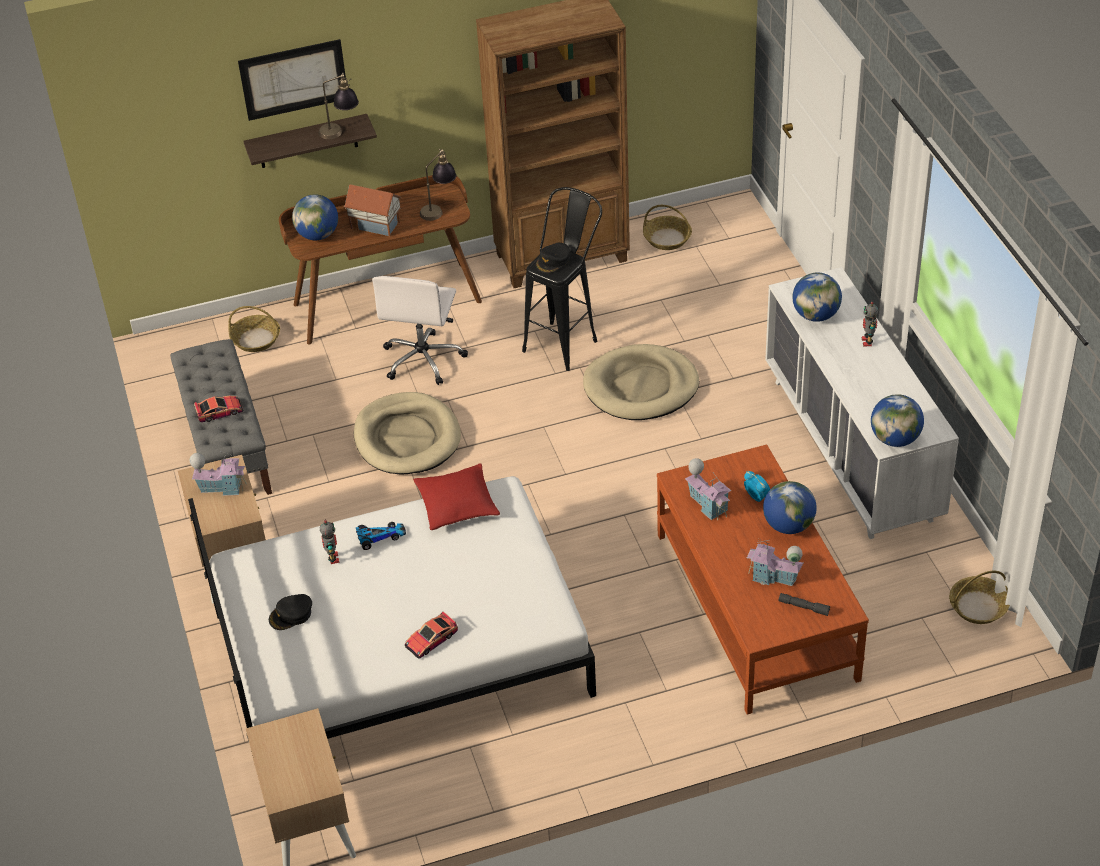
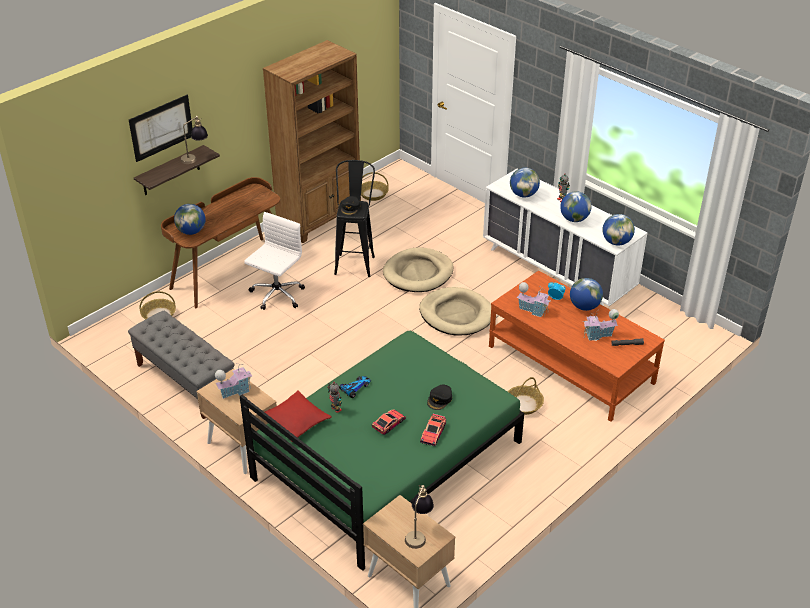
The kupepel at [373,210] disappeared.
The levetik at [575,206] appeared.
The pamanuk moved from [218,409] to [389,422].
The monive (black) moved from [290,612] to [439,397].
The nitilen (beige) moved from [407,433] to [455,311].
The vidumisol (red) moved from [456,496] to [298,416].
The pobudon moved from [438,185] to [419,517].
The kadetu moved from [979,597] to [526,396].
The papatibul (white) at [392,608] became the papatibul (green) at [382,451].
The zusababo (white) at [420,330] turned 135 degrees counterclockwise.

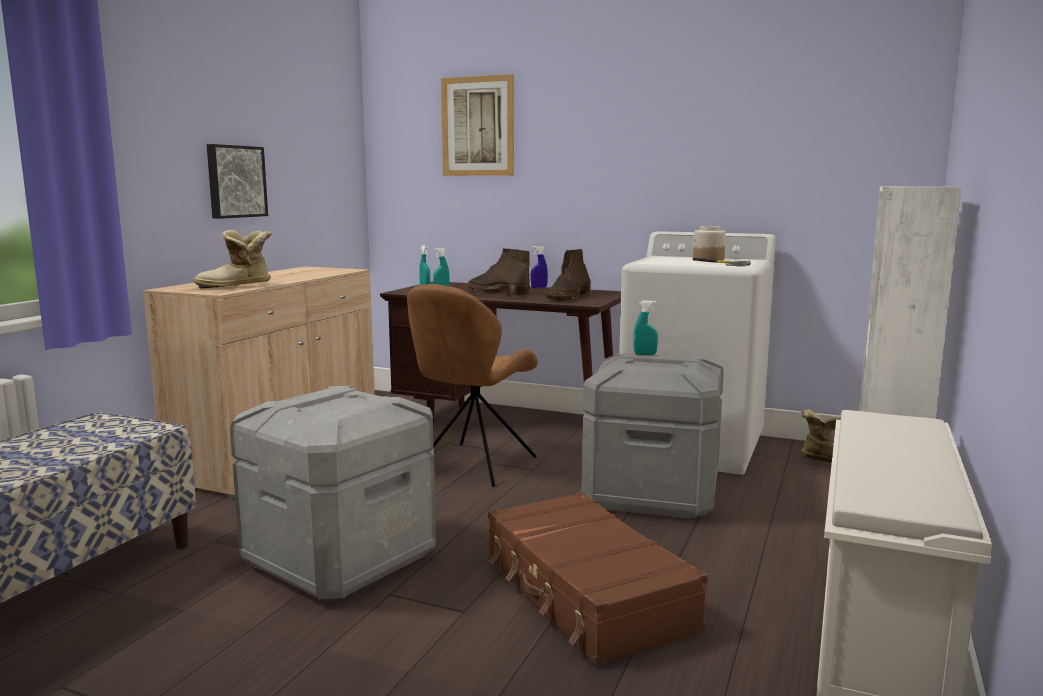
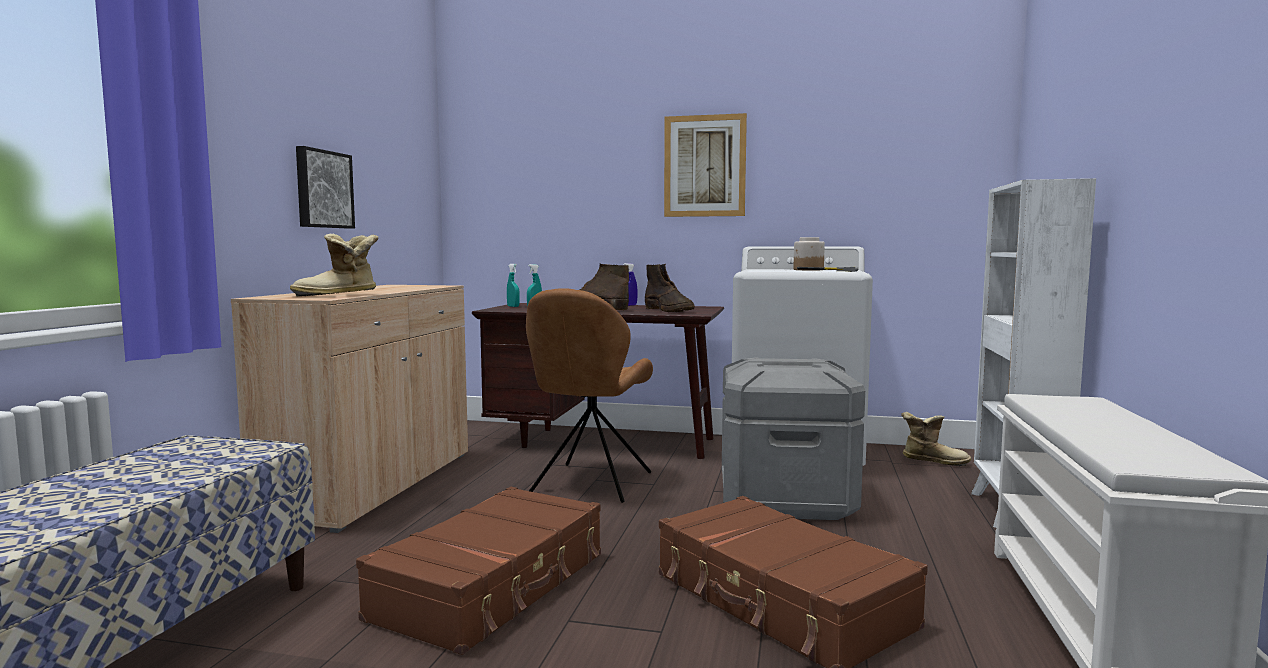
The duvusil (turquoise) at [645,328] disappeared.
The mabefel moved from [477,125] to [705,165].
The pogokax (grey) at [333,493] was replaced by the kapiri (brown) at [478,571].
The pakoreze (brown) at [568,274] turned 45 degrees counterclockwise.

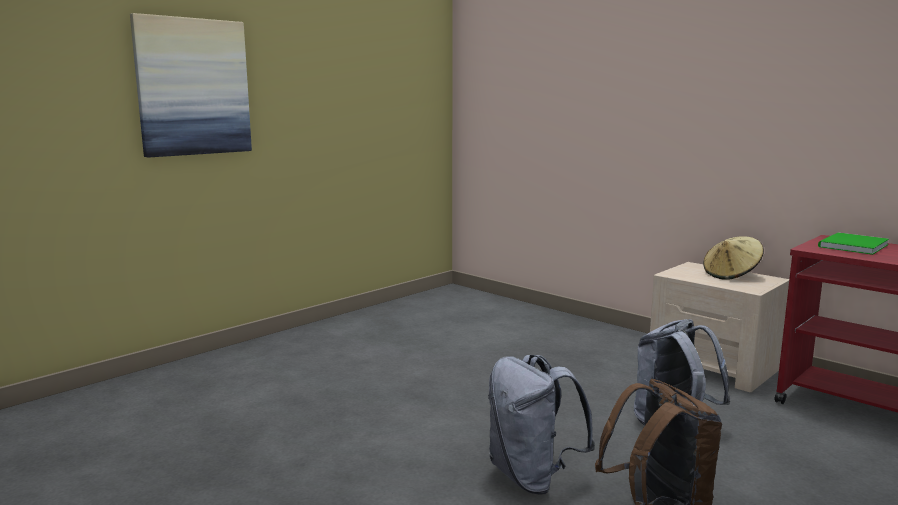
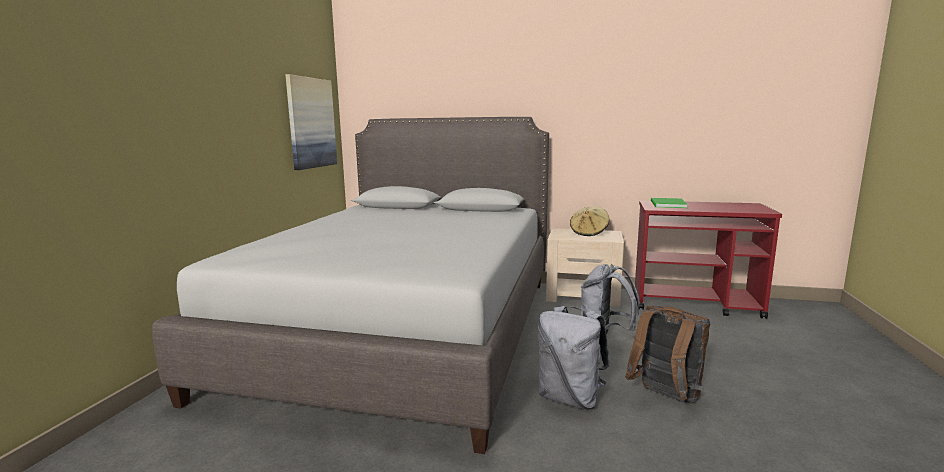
The papatibul (grey) at [350,285] appeared.
The mabefel moved from [191,85] to [311,122].

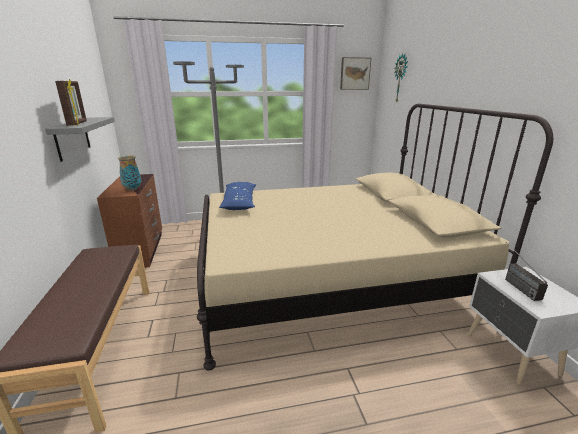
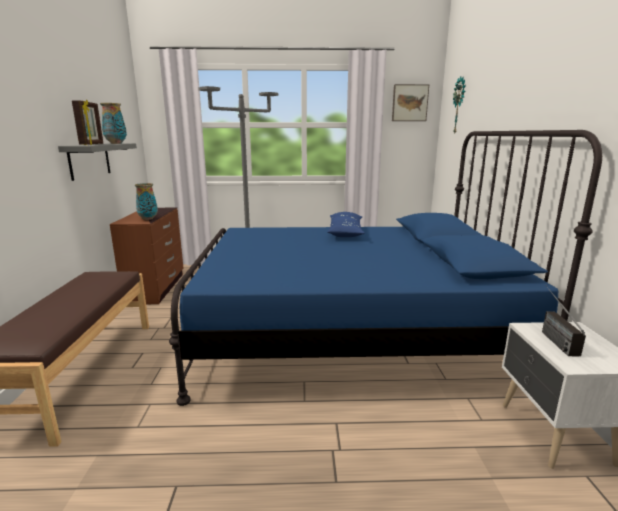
The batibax at [113,123] appeared.
The vidumisol (blue) moved from [237,196] to [346,224].
The papatibul (beige) at [375,237] became the papatibul (blue) at [385,268].

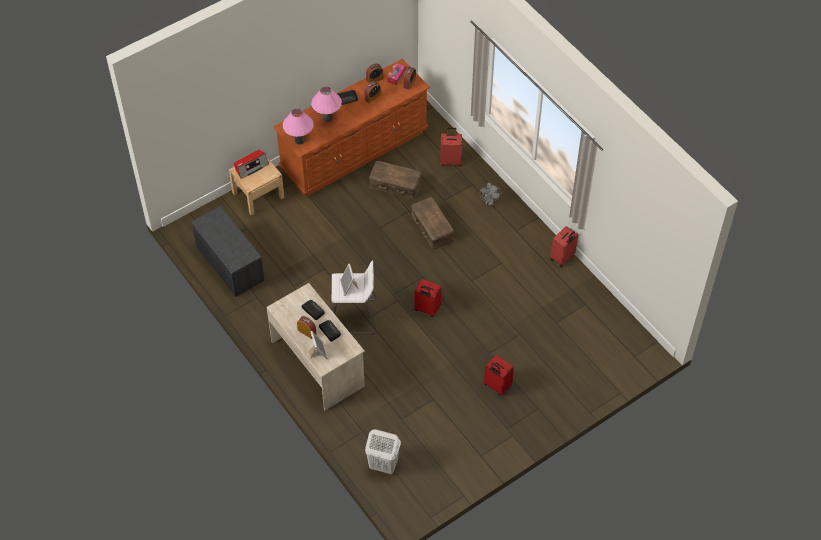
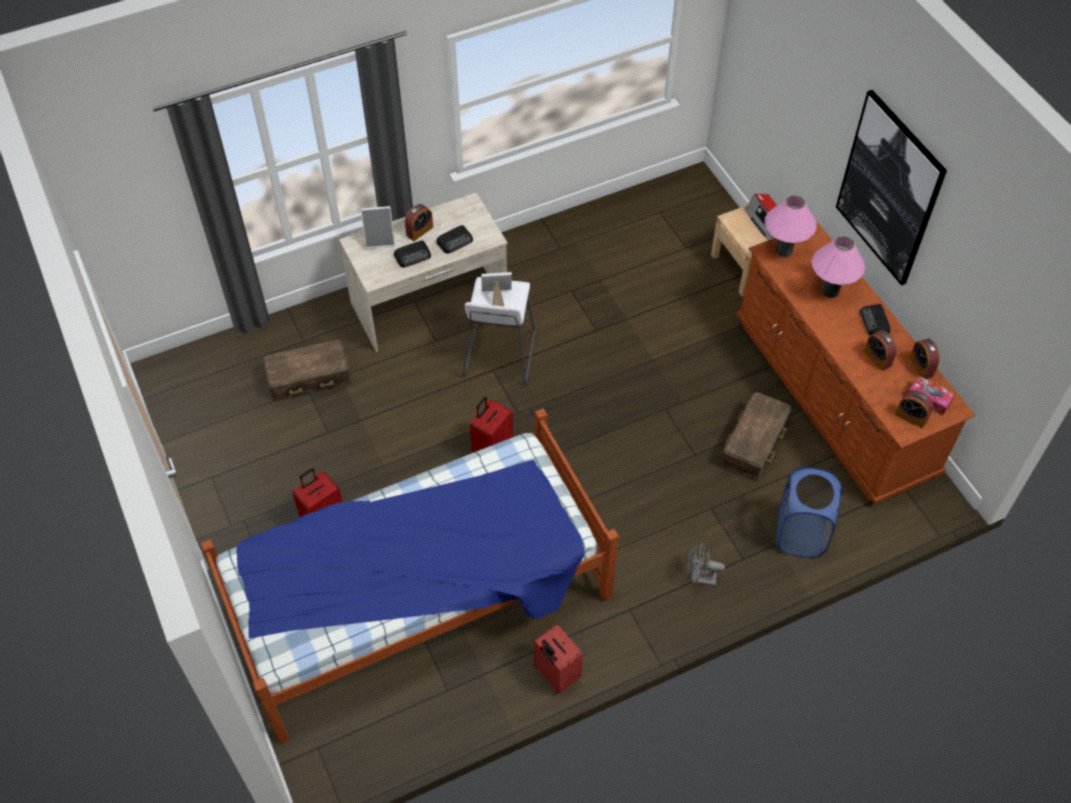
The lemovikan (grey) at [228,251] disappeared.
The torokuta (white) at [383,451] disappeared.
The papatibul at [410,576] appeared.
The mabefel at [891,187] appeared.
The pogokax (brown) moved from [432,223] to [306,371].
The kapiri (red) at [451,147] was replaced by the torokuta (blue) at [809,512].

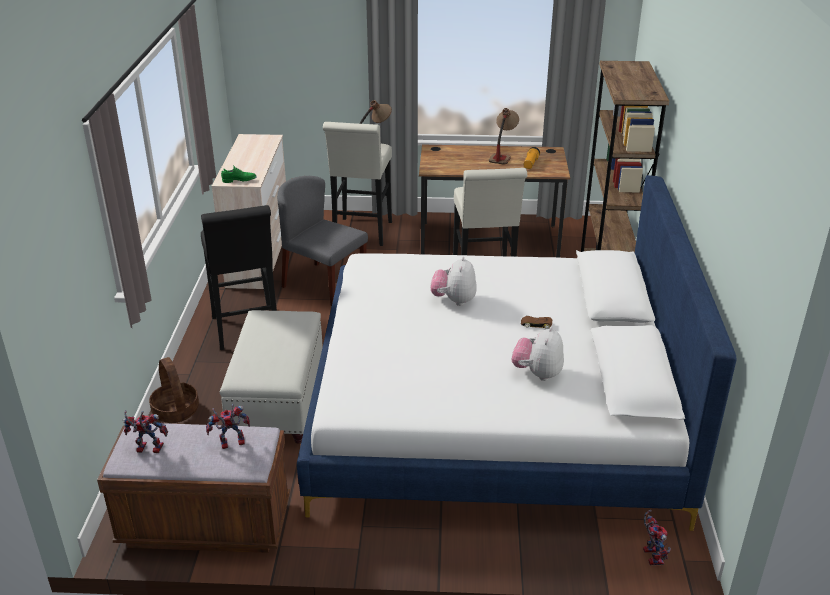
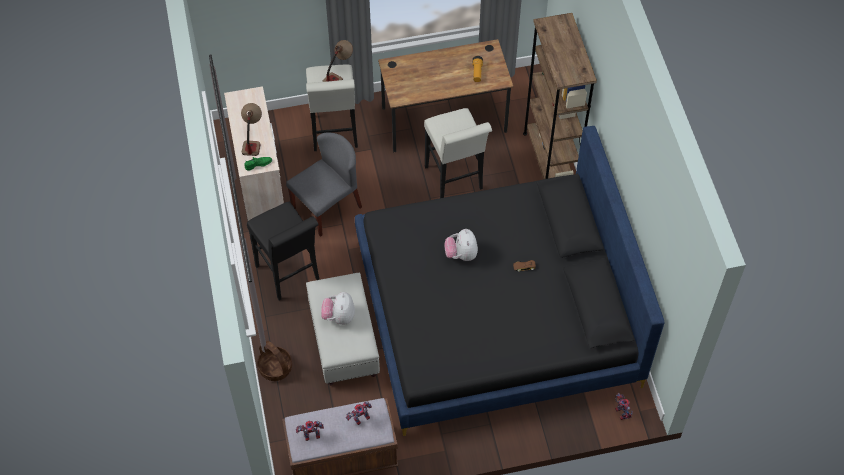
The pobudon moved from [504,136] to [251,129].
The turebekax moved from [538,354] to [338,308].
The papatibul (white) at [517,353] became the papatibul (black) at [510,281].
The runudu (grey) at [322,241] turned 120 degrees clockwise.

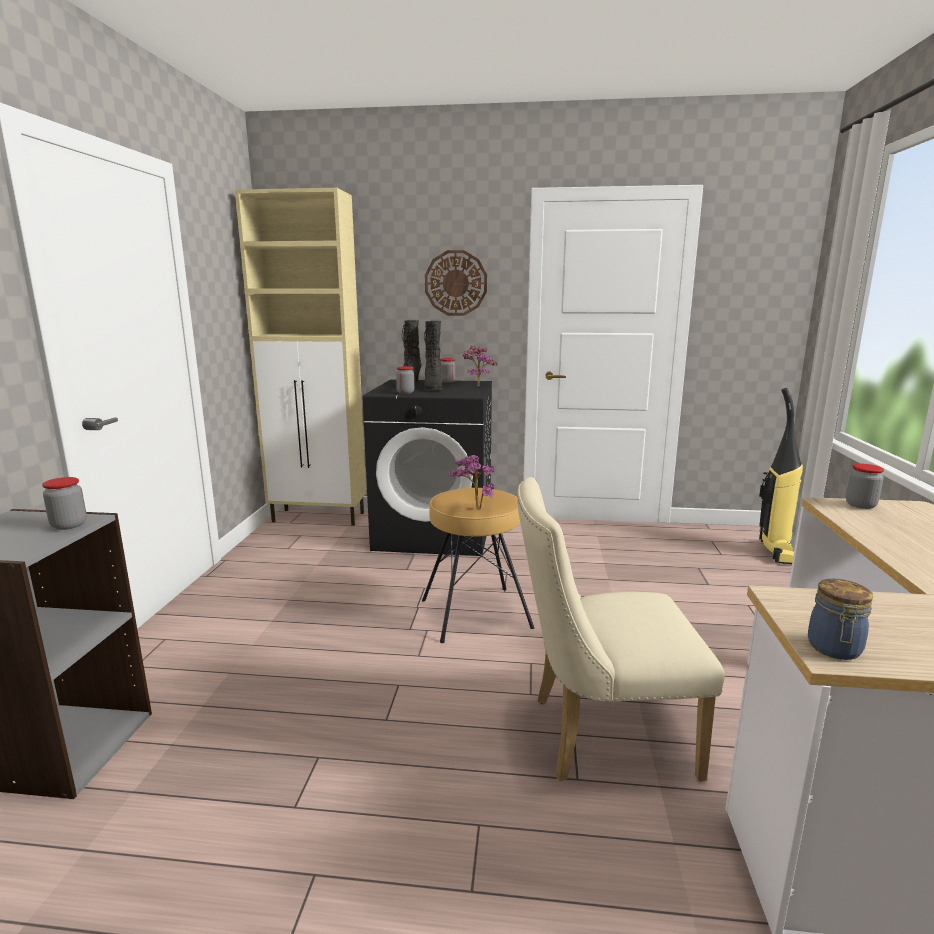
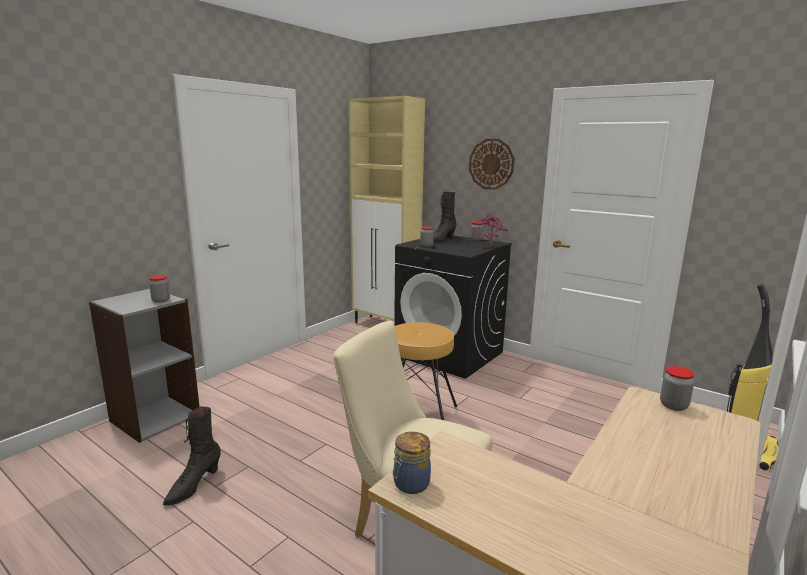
The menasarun at [471,482] disappeared.
The pakoreze (black) moved from [433,356] to [192,456].

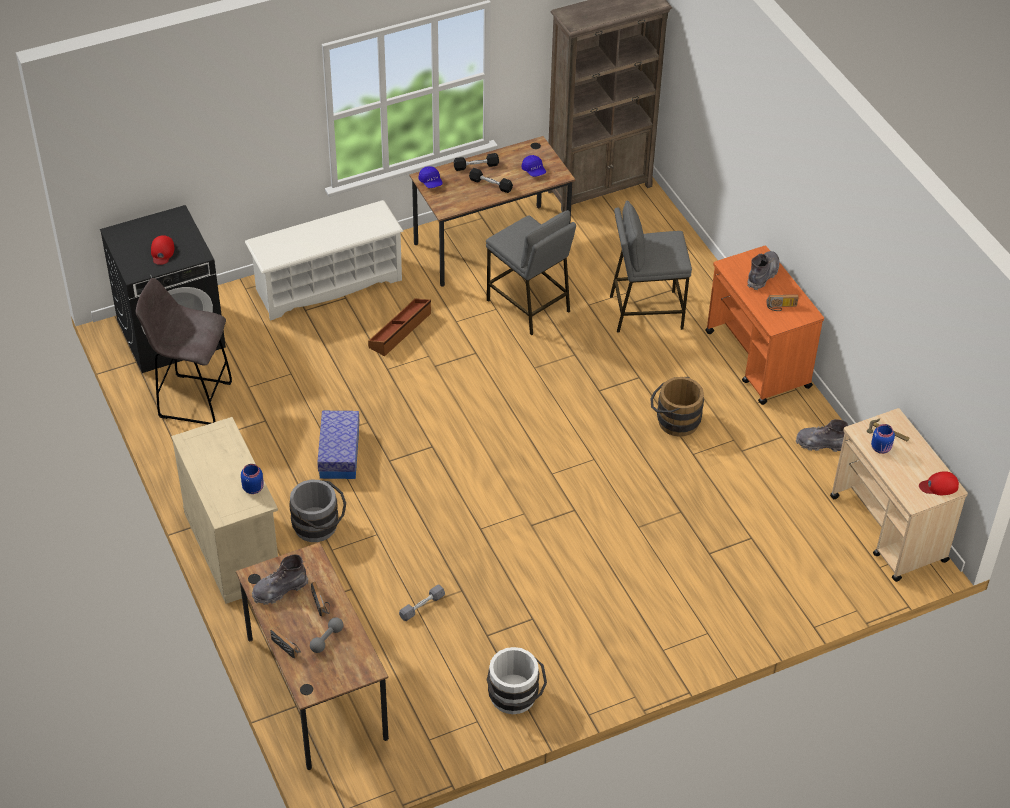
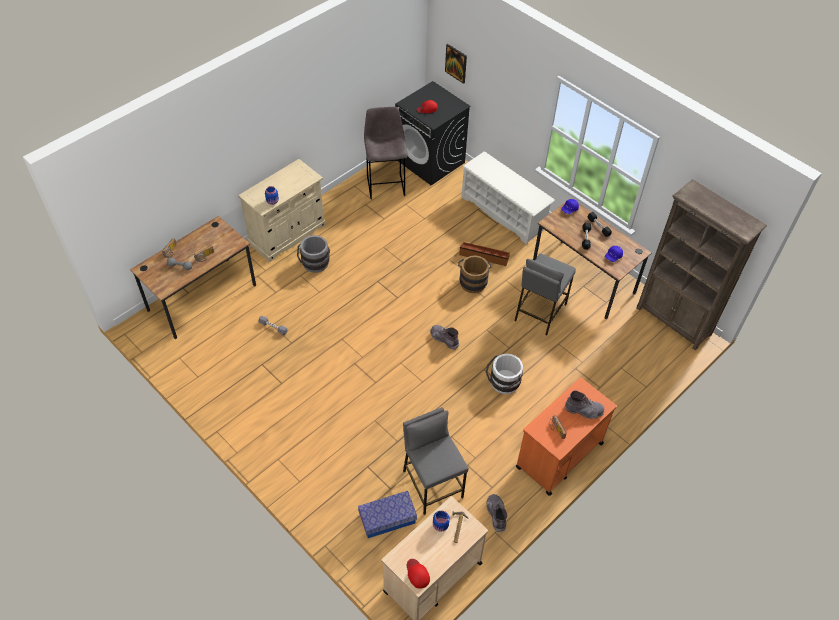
The mabefel at [456,64] appeared.
The pakoreze (grey) moved from [280,579] to [444,337].
The pogokax moved from [338,445] to [387,514].
The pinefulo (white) moved from [516,680] to [504,374].
The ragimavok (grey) moved from [651,267] to [436,461].
The pinefulo (brown) moved from [677,407] to [475,274].

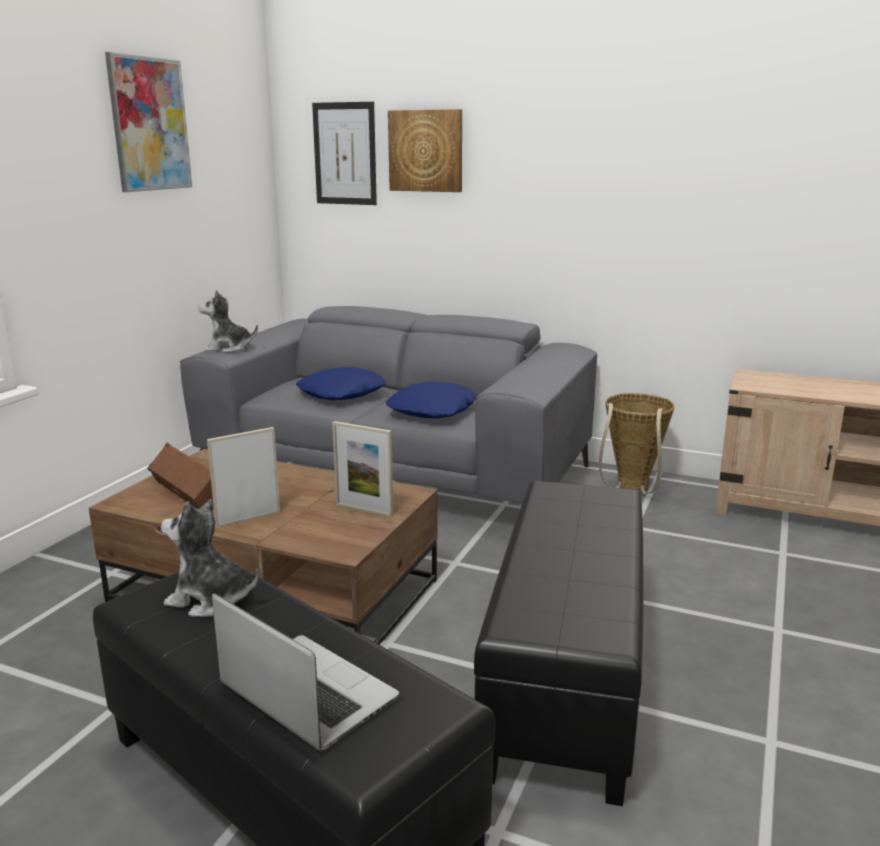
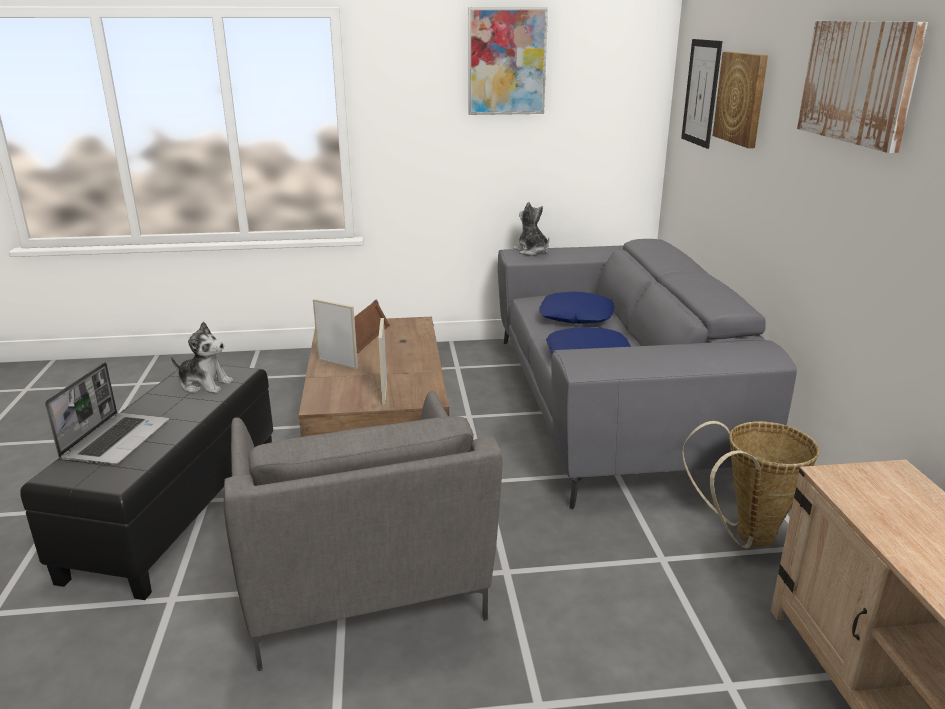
The mabefel at [862,87] appeared.
The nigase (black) at [559,643] was replaced by the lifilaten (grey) at [363,531].
The turebekax at [209,558] turned 120 degrees clockwise.

